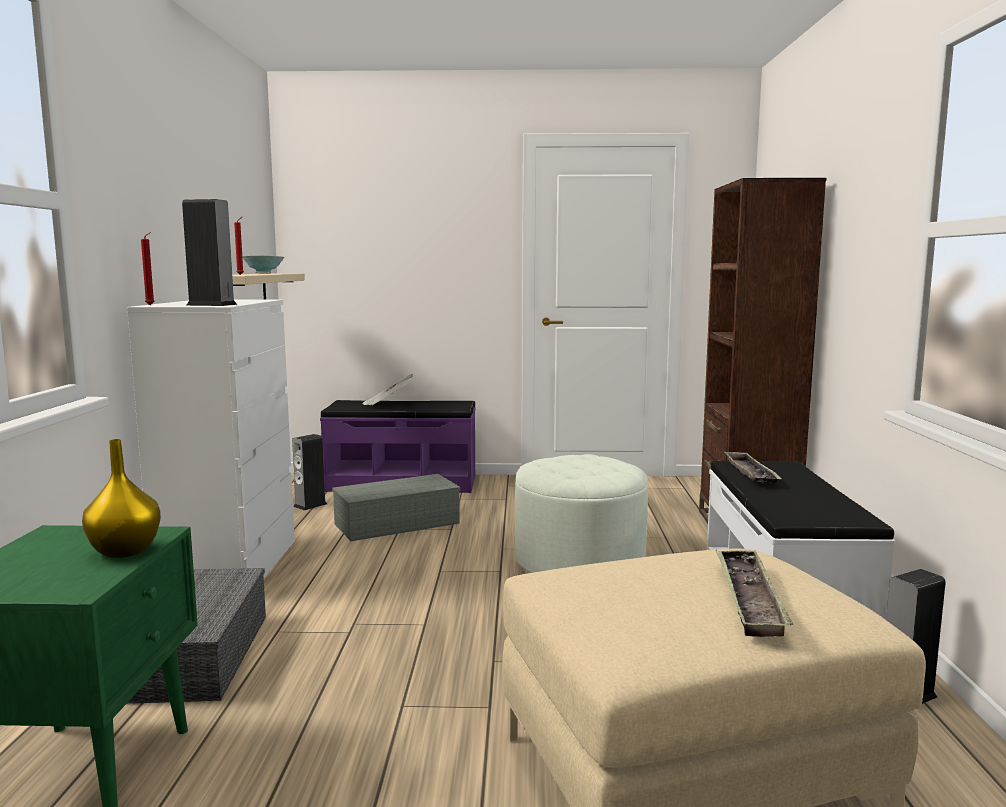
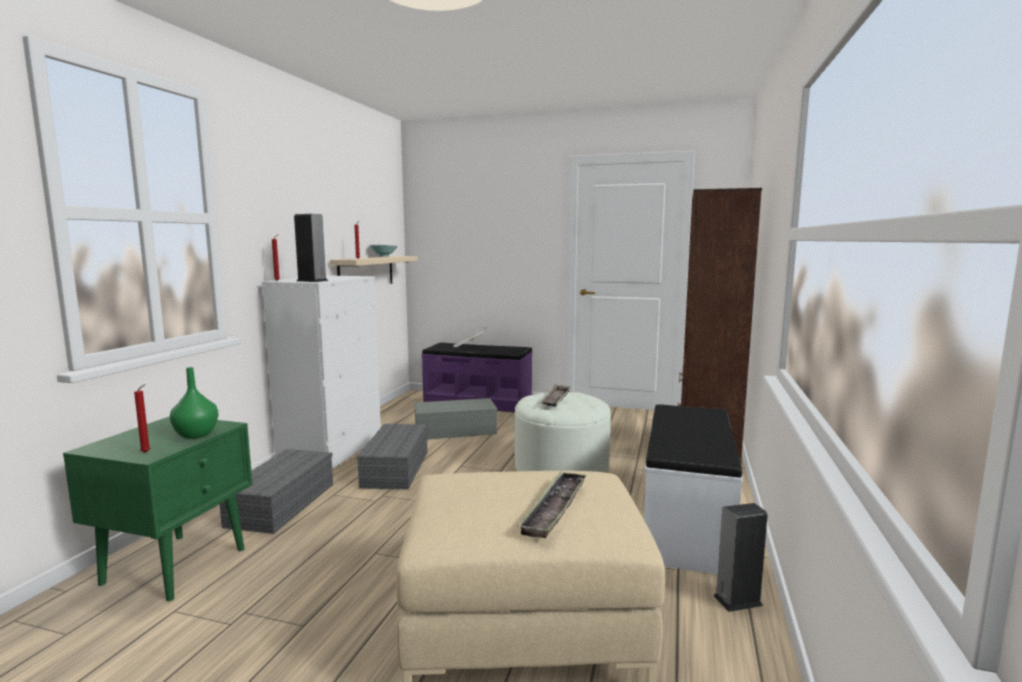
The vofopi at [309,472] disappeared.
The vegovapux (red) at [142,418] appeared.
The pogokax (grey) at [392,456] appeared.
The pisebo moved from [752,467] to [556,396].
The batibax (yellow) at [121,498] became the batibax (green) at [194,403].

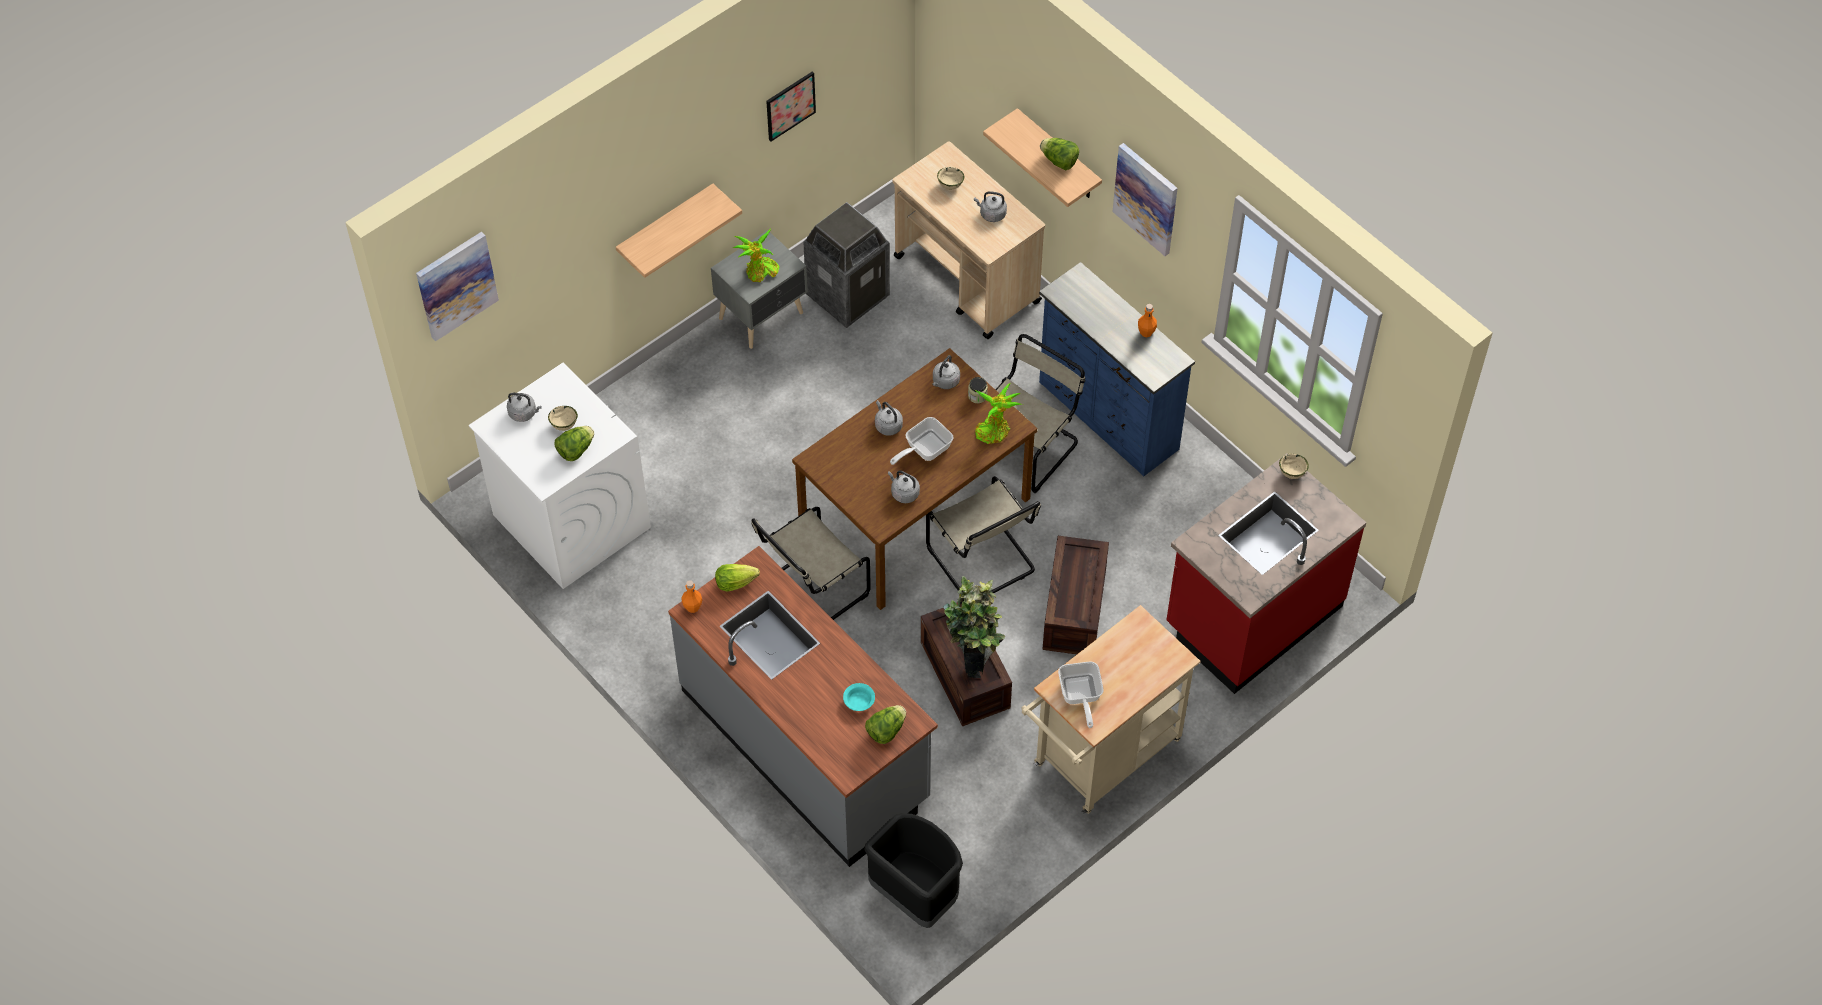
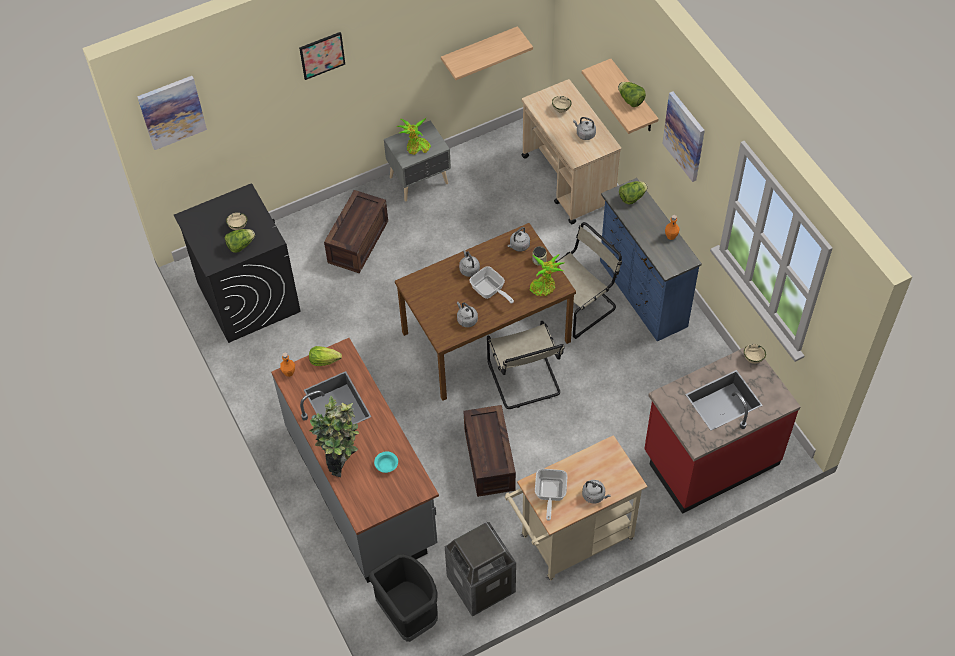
The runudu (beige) at [811,563] disappeared.
The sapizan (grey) moved from [524,407] to [596,492].
The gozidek moved from [679,231] to [487,53].
The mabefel moved from [791,106] to [322,56].
The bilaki moved from [846,265] to [480,569].
The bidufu moved from [885,724] to [633,193].
The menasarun moved from [974,627] to [334,436].
The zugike moved from [1075,595] to [356,231].
The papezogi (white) at [560,476] became the papezogi (black) at [237,263].
The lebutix at [921,441] turned 105 degrees counterclockwise.

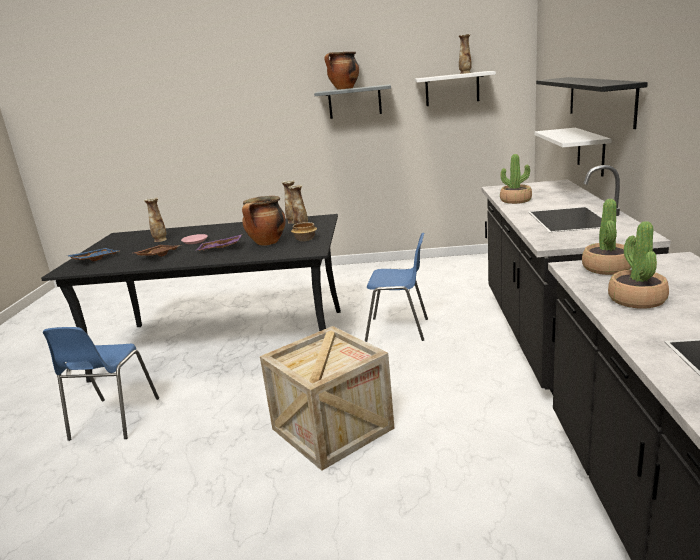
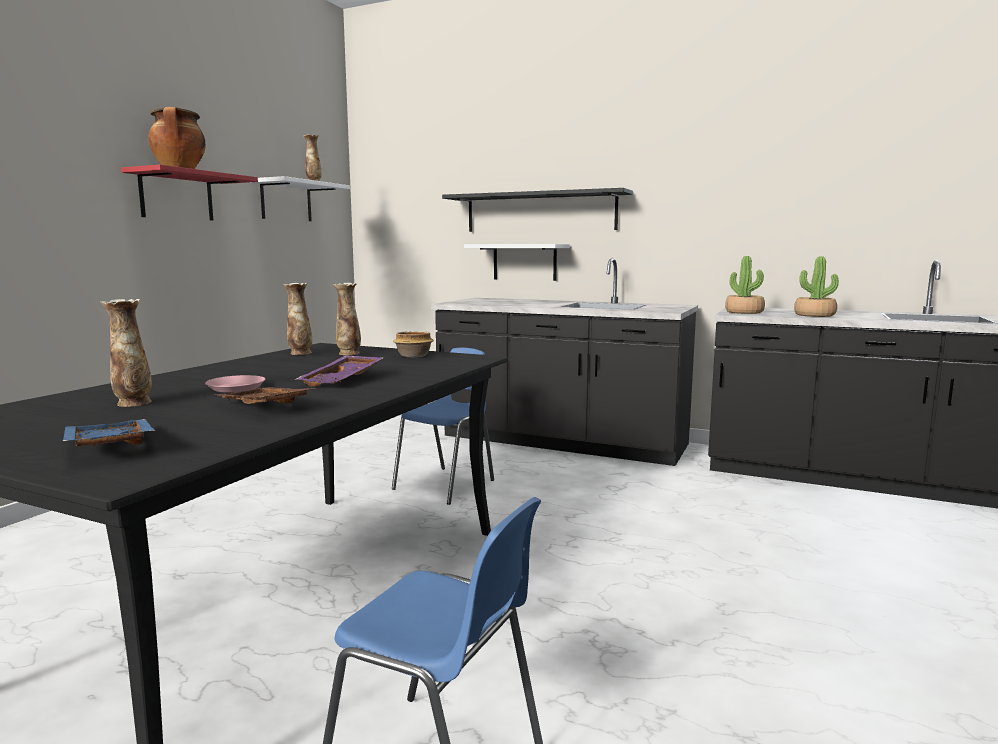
The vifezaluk at [264,221] disappeared.
The zugike at [327,398] disappeared.
The menasarun at [516,179] disappeared.
The gozidek (grey) at [352,101] became the gozidek (red) at [189,193].

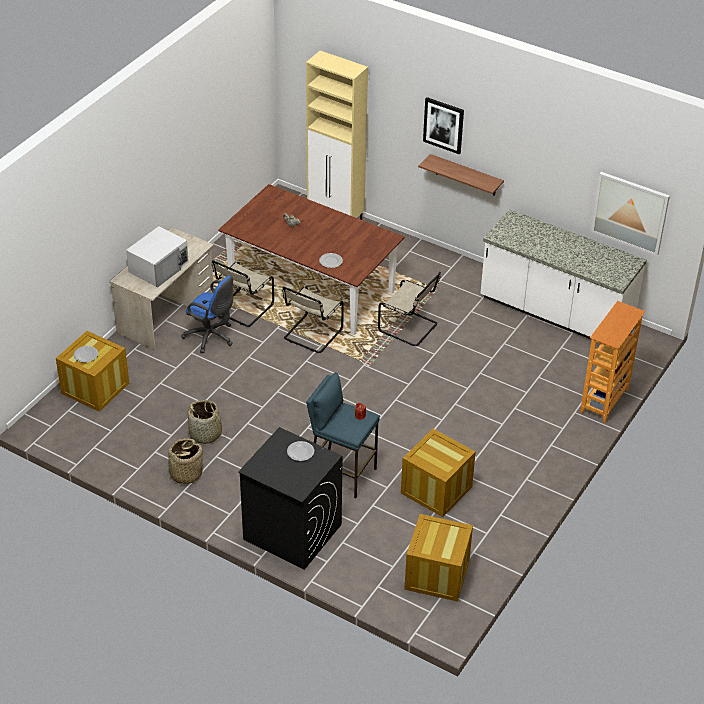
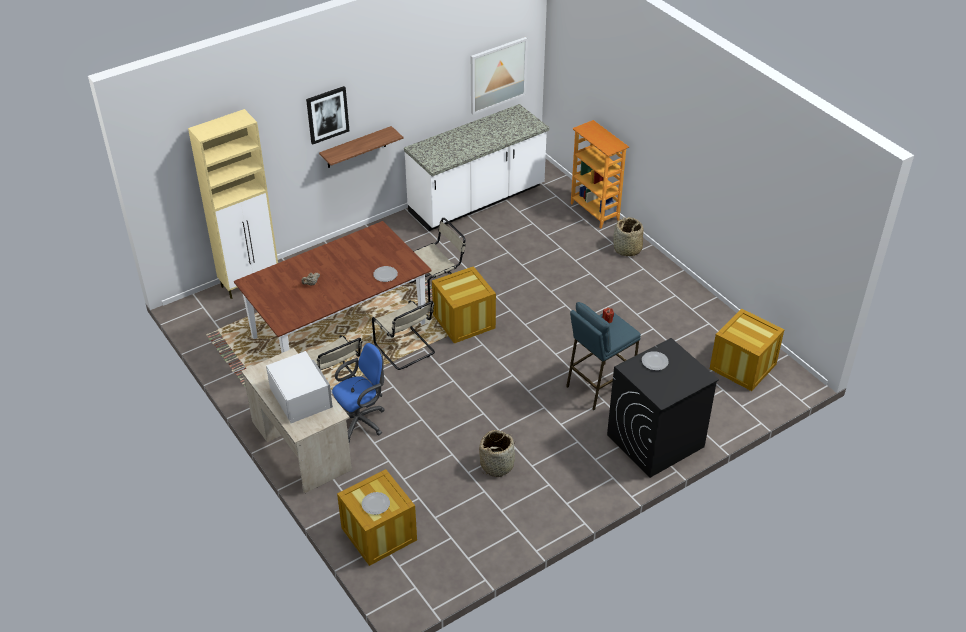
The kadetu moved from [183,461] to [628,236].
The zugike moved from [438,473] to [464,304].

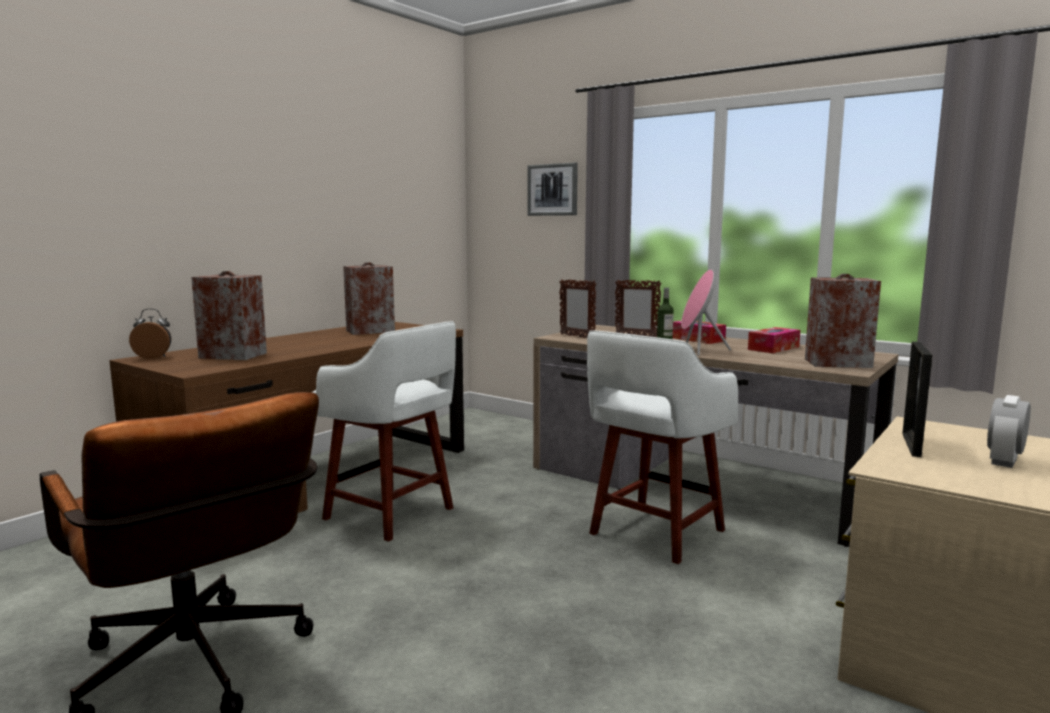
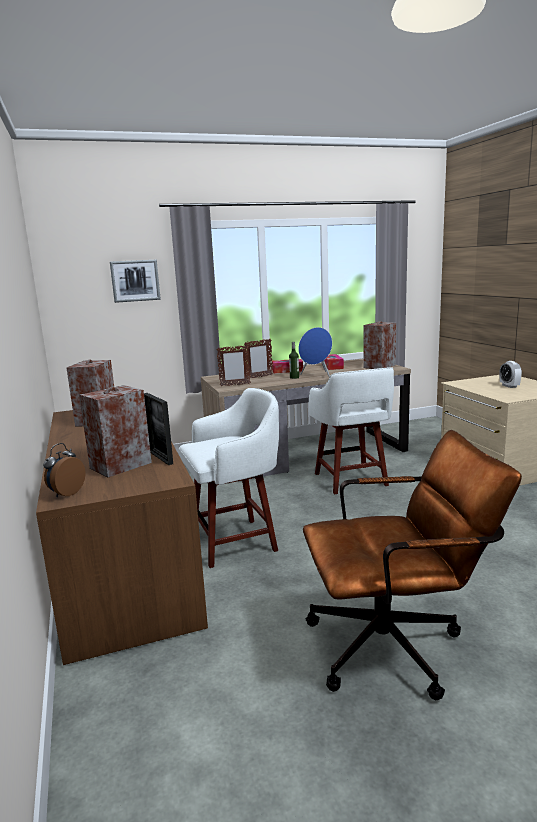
The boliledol moved from [917,399] to [158,429].
The vofopi (pink) at [706,312] became the vofopi (blue) at [315,352].

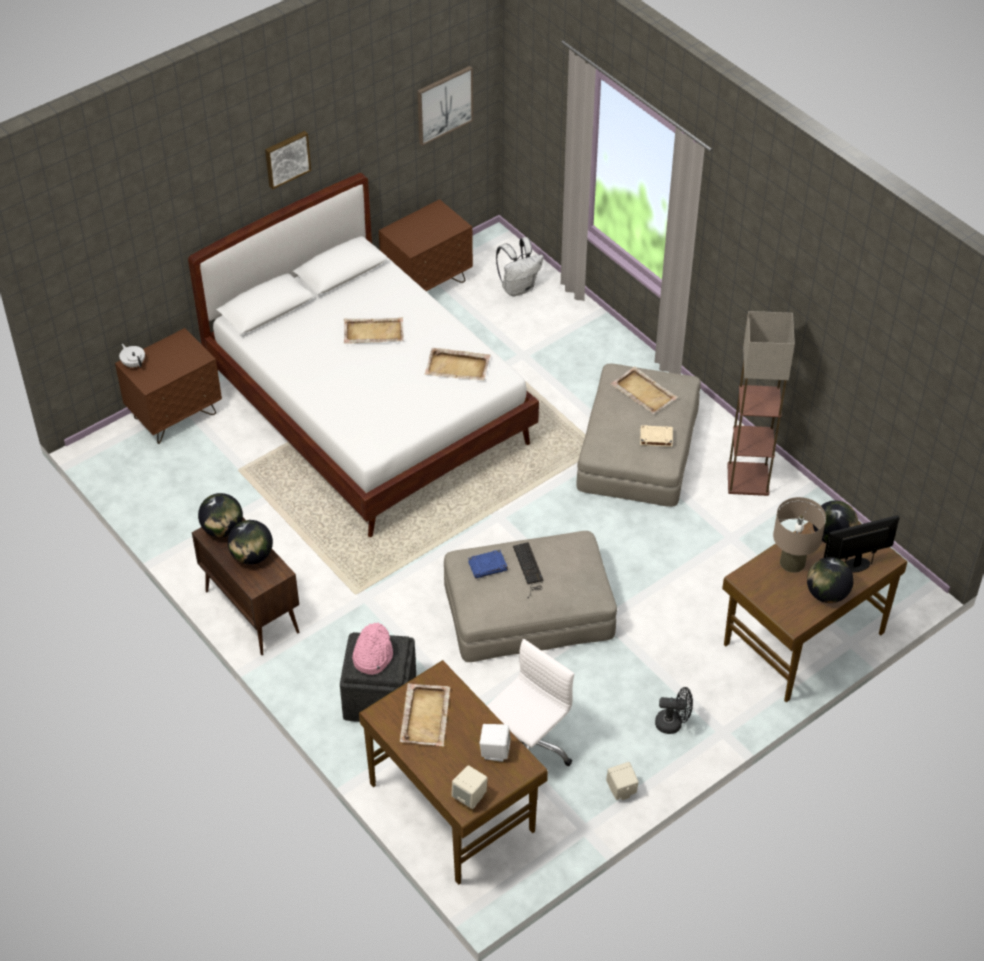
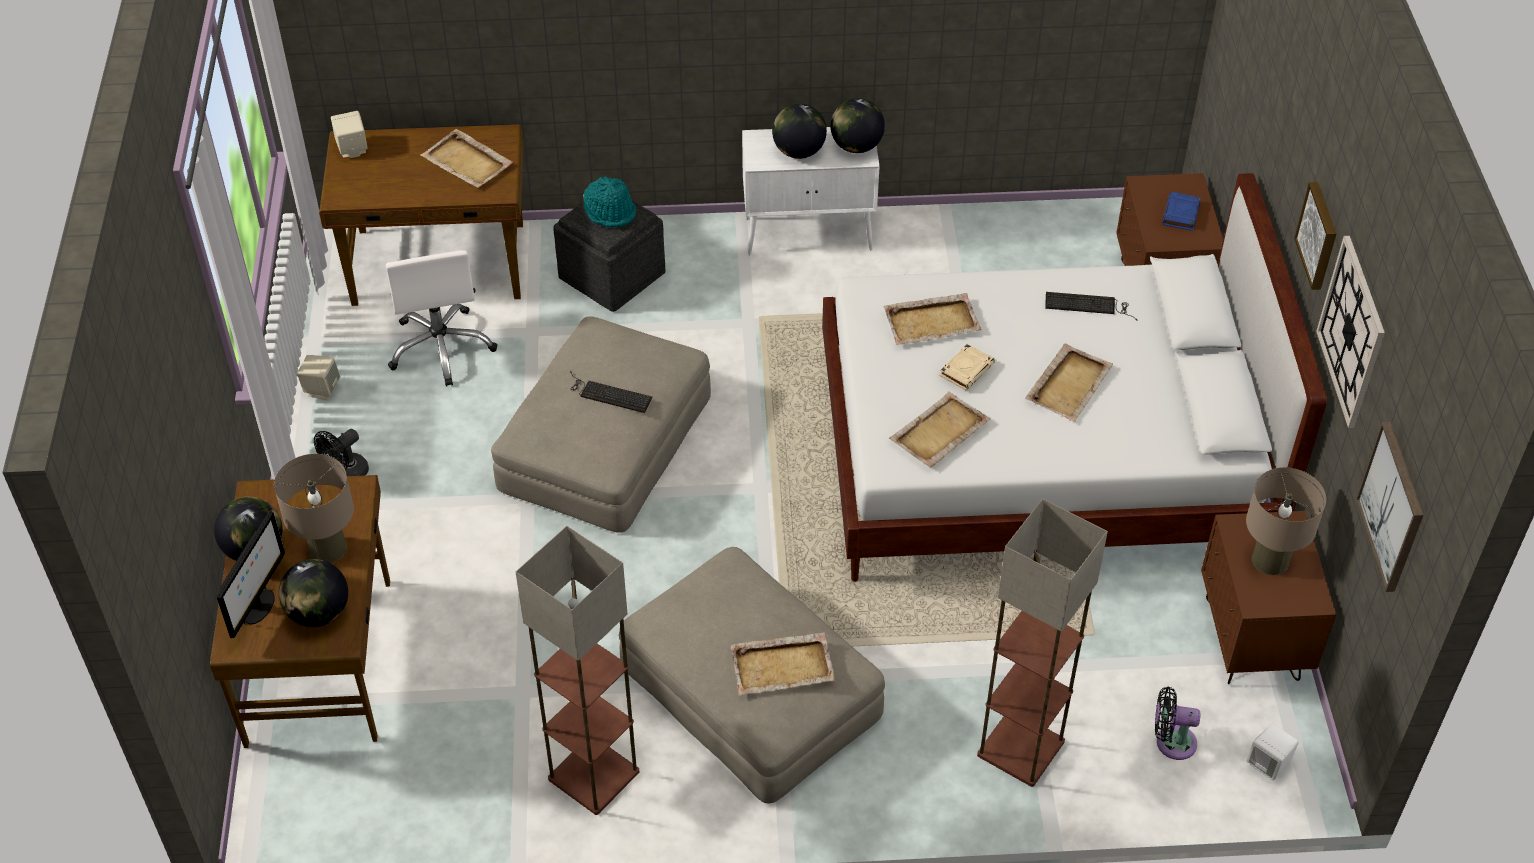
The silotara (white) at [132,355] disappeared.
The pisebo (beige) at [932,319] appeared.
The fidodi at [1042,643] appeared.
The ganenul at [1091,306] appeared.
The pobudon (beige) at [1286,521] appeared.
The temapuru at [1350,332] appeared.
The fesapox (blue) moved from [488,564] to [1181,211].
The vofopi (white) moved from [495,743] to [1272,752].
The fesapox (beige) moved from [656,436] to [967,367].
The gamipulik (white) at [519,266] was replaced by the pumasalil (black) at [1177,723].
The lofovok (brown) at [246,586] became the lofovok (white) at [811,191].
The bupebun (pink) at [372,649] became the bupebun (turquoise) at [609,201].

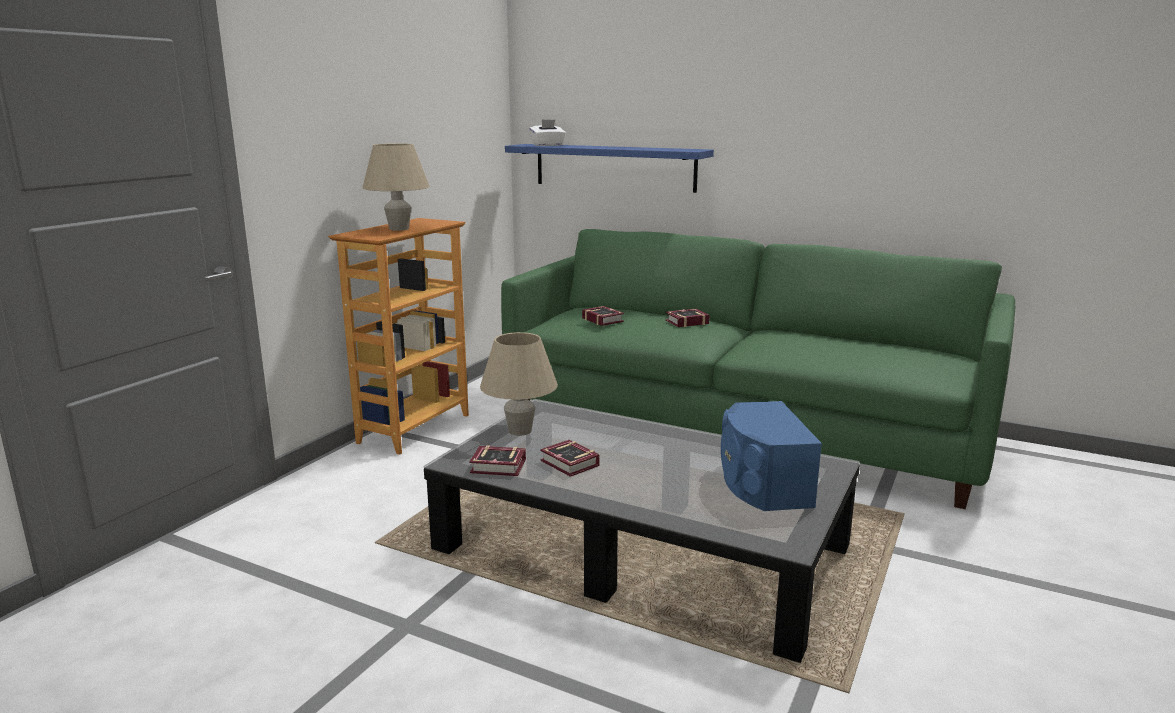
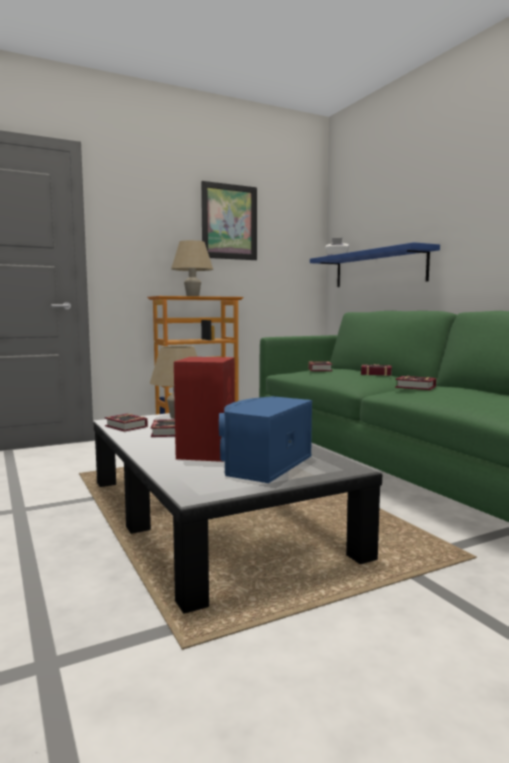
The vofopi (red) at [204,409] appeared.
The mabefel at [229,220] appeared.
The fesapox at [415,383] appeared.

